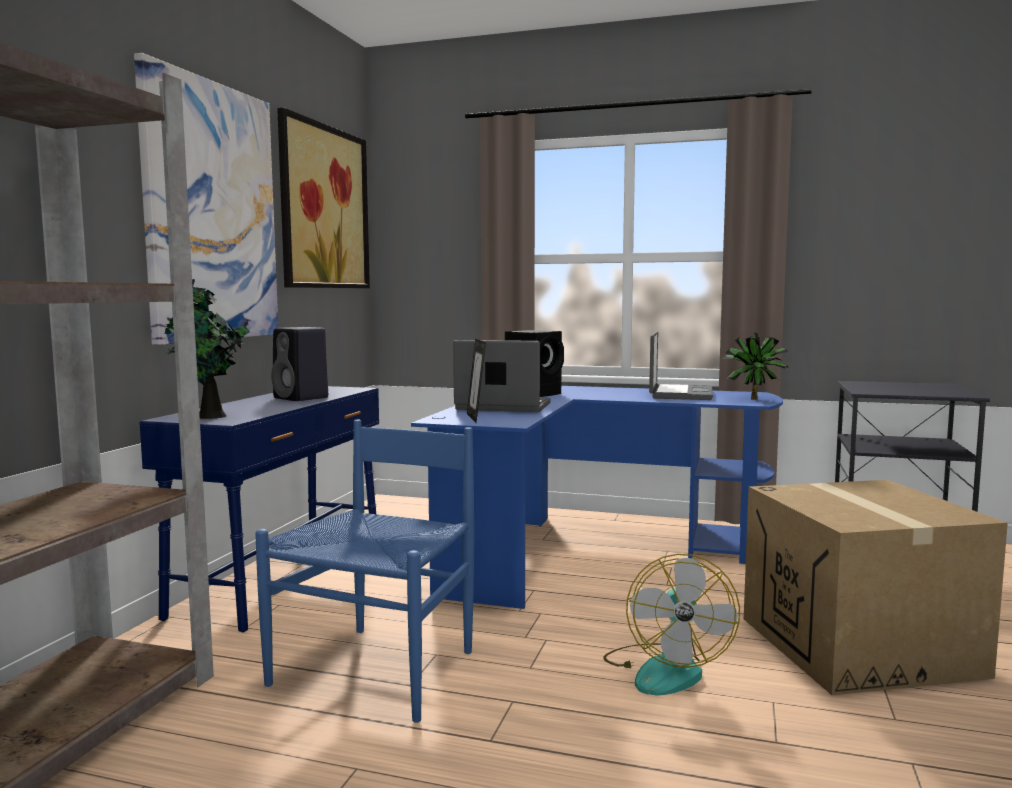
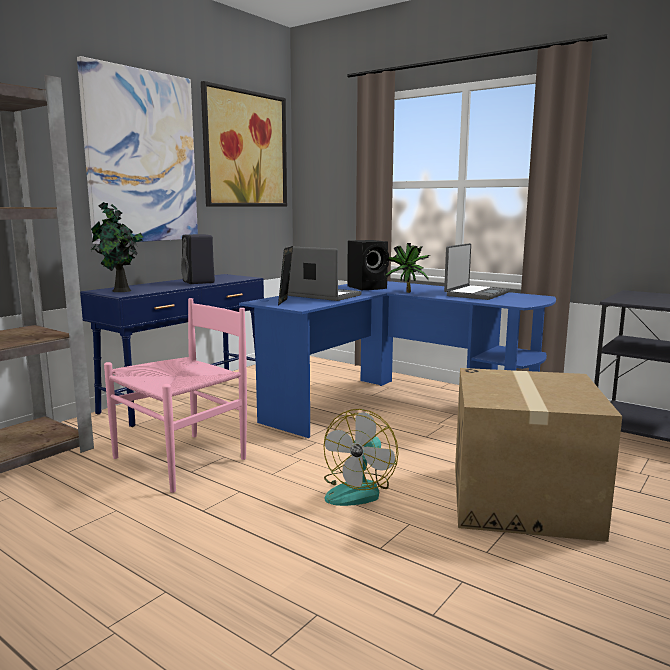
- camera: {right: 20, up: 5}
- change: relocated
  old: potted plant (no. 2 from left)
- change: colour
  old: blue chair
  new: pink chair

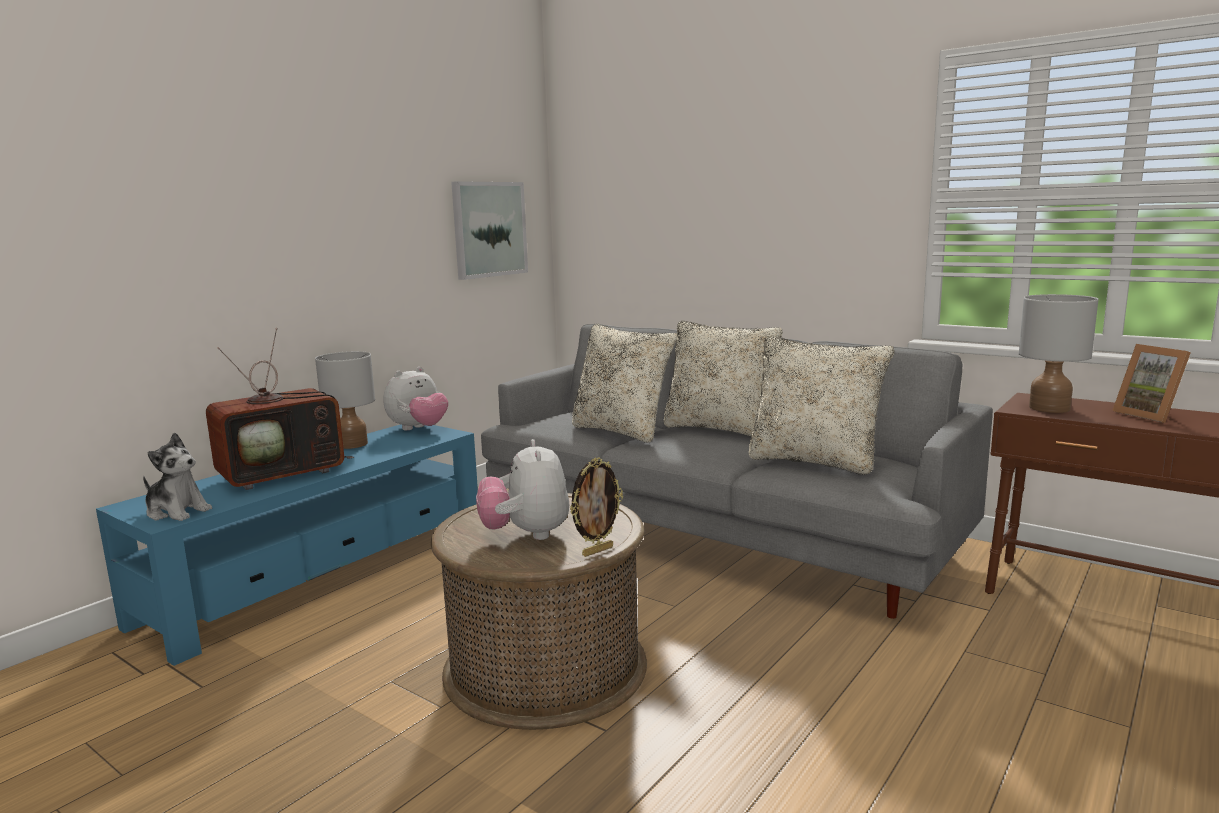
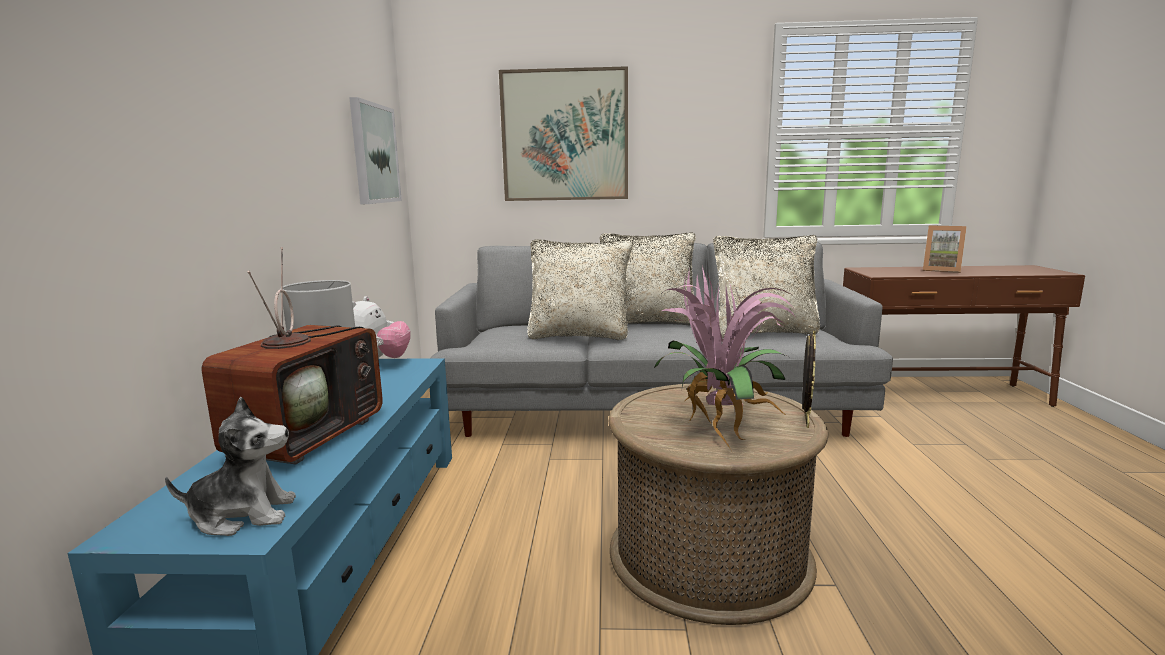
- camera: {right: -35, up: 0}
- change: missing
  old: grey table lamp (no. 2 from left)
- change: appeared
  new: picture (no. 2 from left)
- change: exchanged
  old: plush toy (no. 3 from left)
  new: potted plant

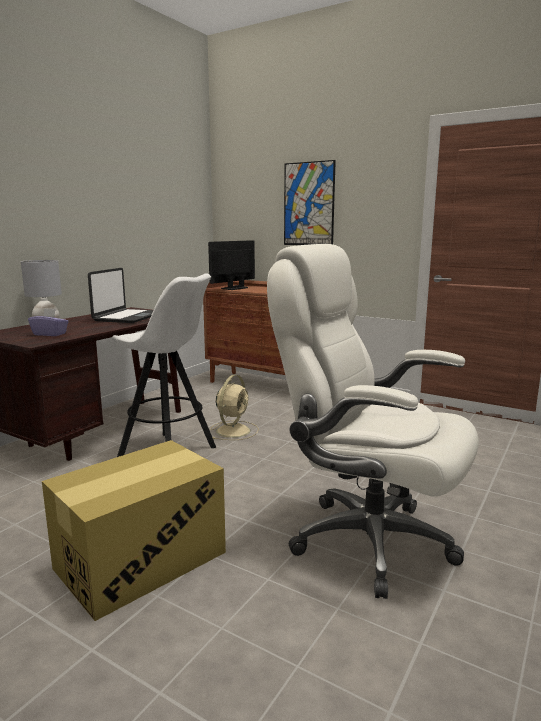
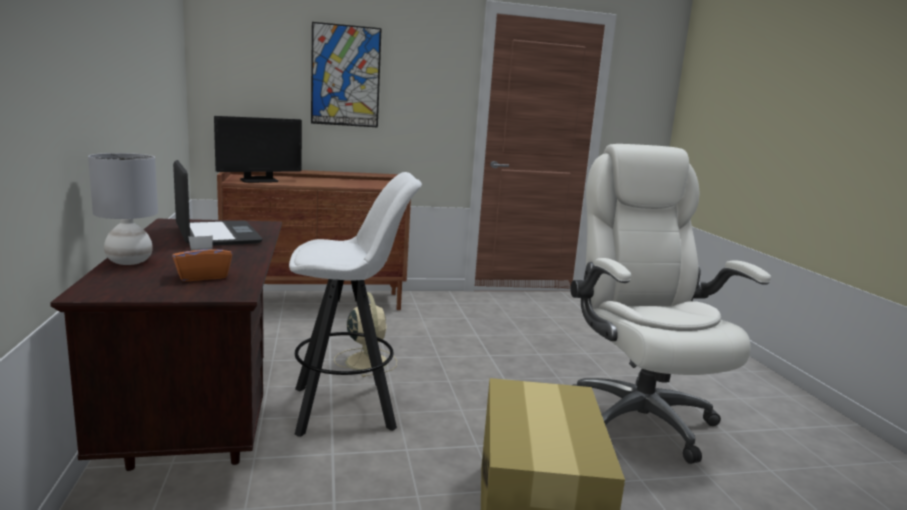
- camera: {right: -45, up: 0}
- change: colour
  old: purple tissue box
  new: orange tissue box
- change: spun
  old: monitor
  degrees: -120
- change: spun
  old: white office chair
  degrees: 90

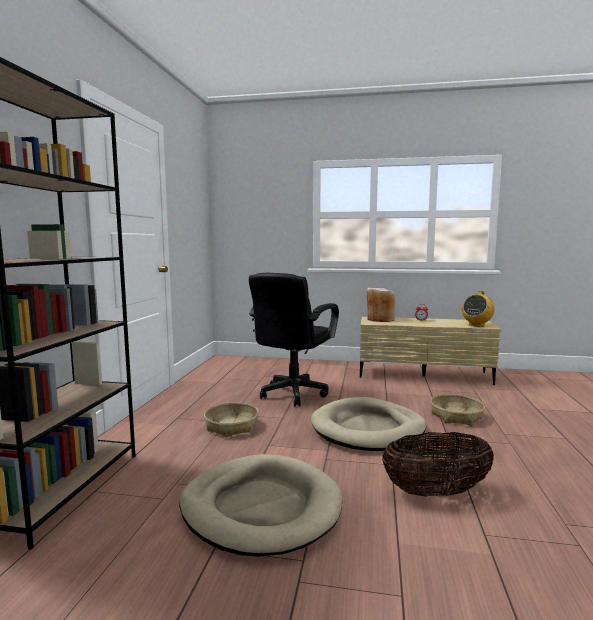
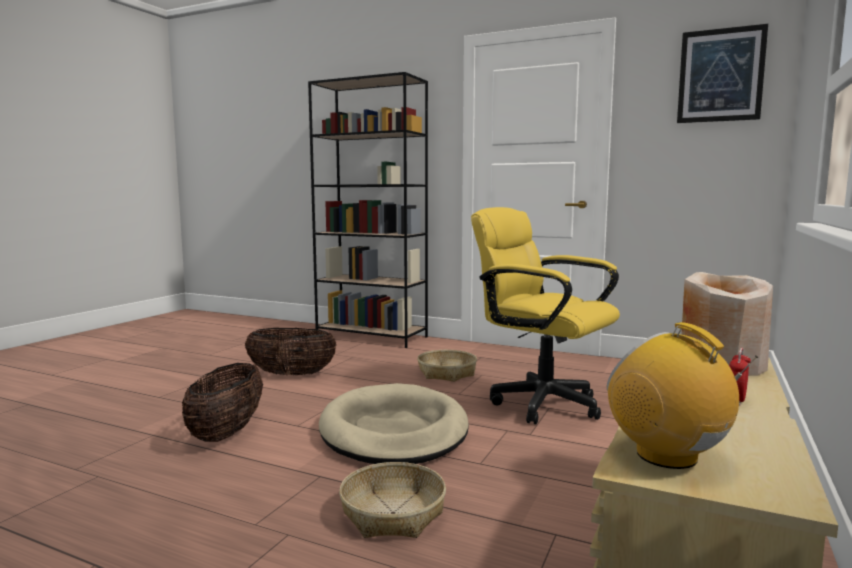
- camera: {right: 105, up: 0}
- change: appeared
  new: picture
- change: exchanged
  old: beige dog bed (no. 1 from left)
  new: basket (no. 2 from left)
- change: colour
  old: black office chair
  new: yellow office chair

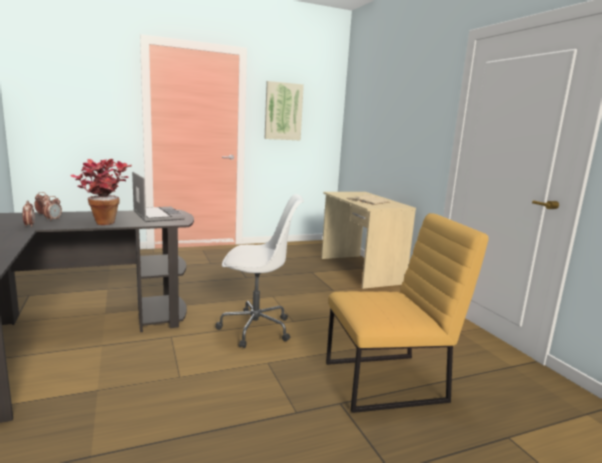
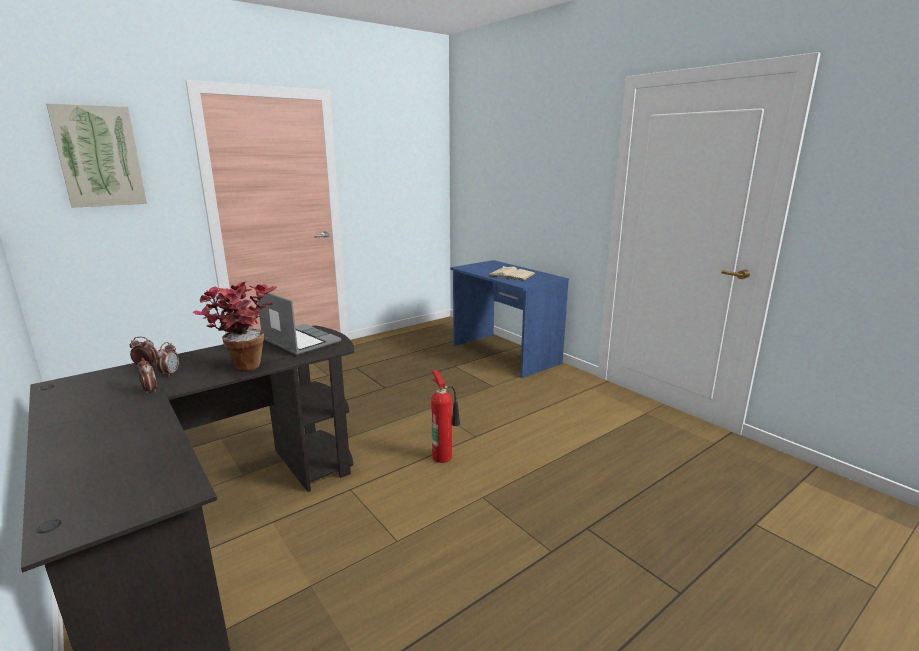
- camera: {right: -15, up: 5}
- change: missing
  old: yellow chair
- change: relocated
  old: picture
- change: exchanged
  old: white office chair
  new: fire extinguisher
- change: colour
  old: beige desk
  new: blue desk

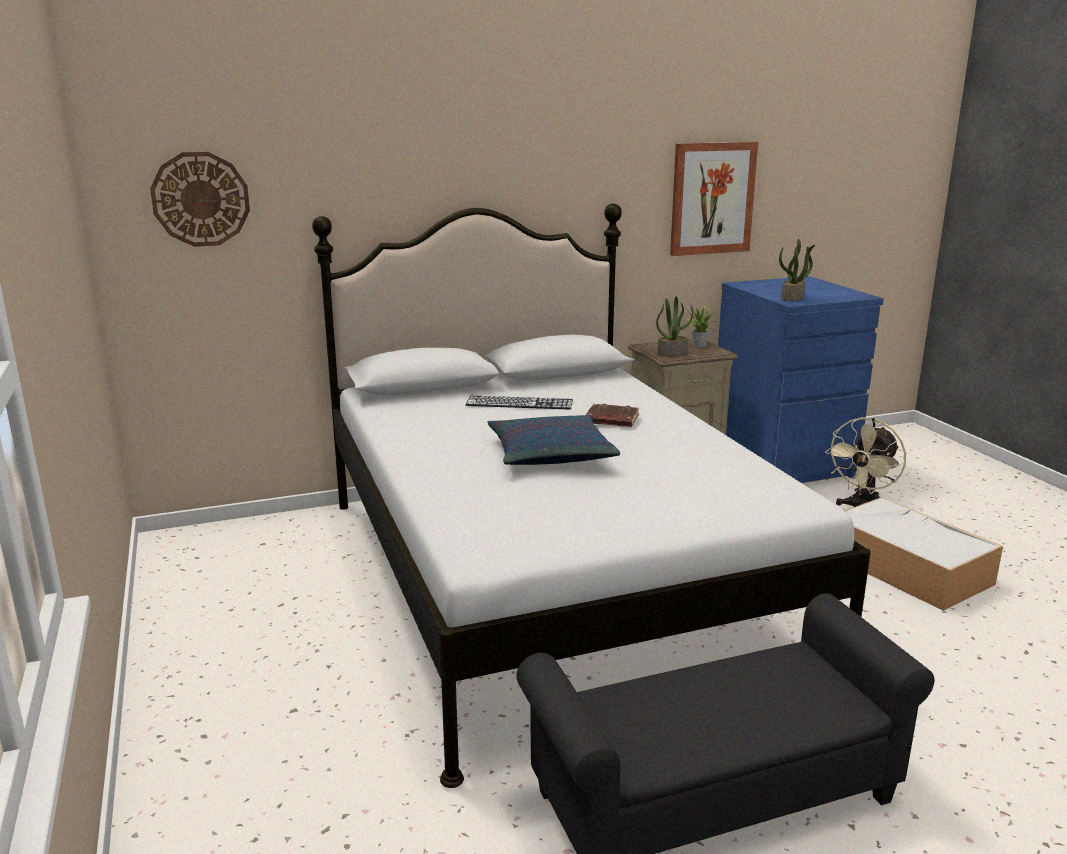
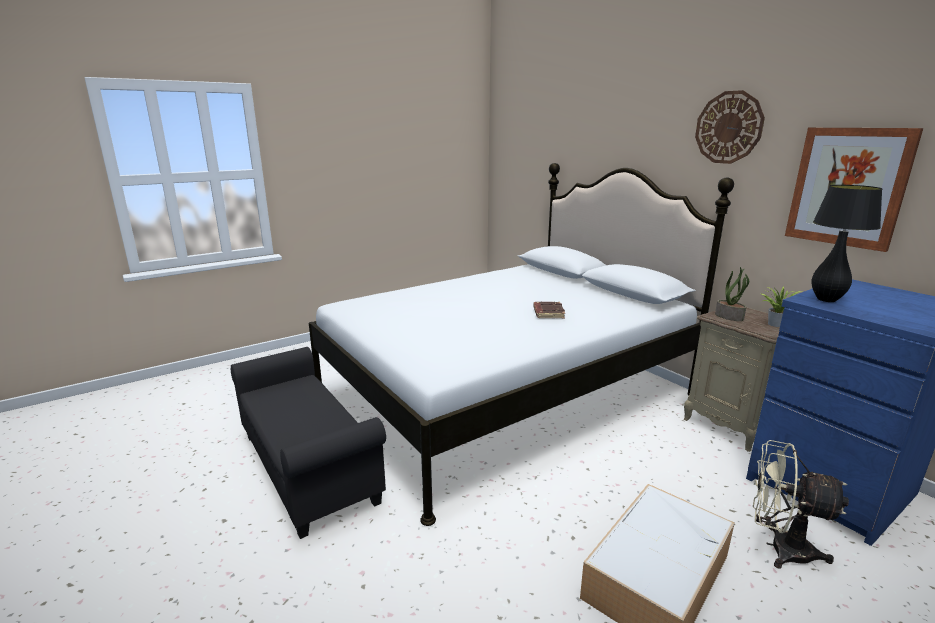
- camera: {right: 75, up: 0}
- change: missing
  old: keyboard
- change: missing
  old: blue pillow
- change: relocated
  old: wall clock
- change: exchanged
  old: potted plant (no. 3 from left)
  new: black table lamp

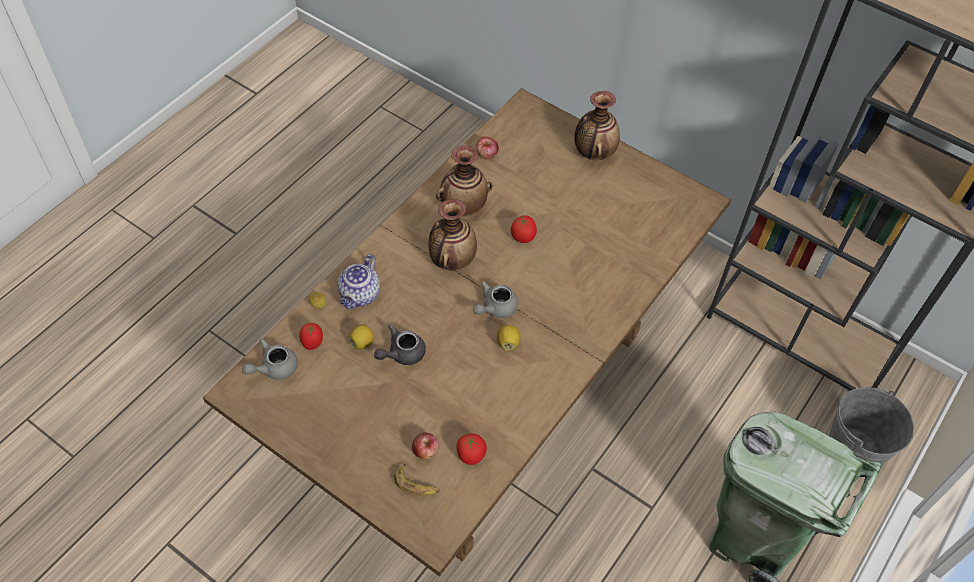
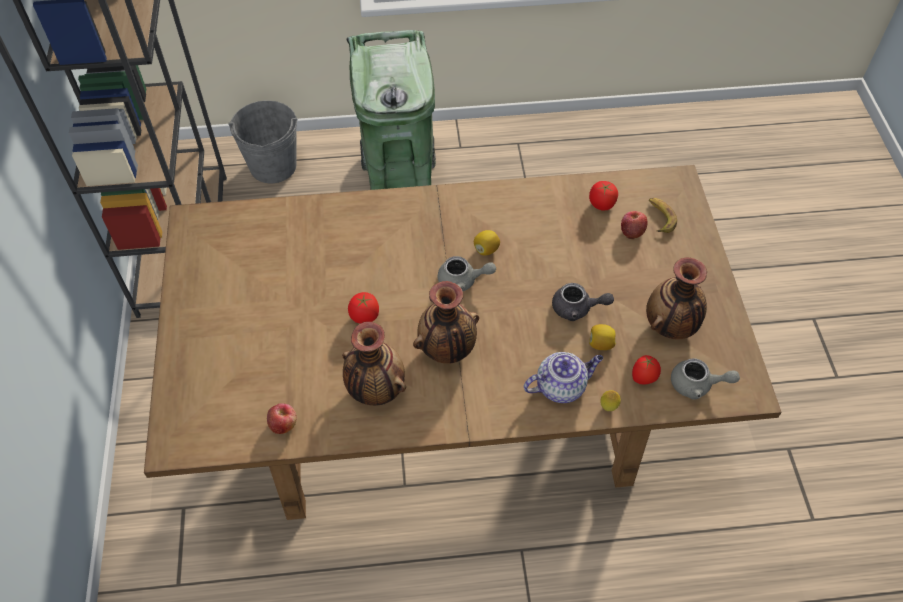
- camera: {right: -130, up: 0}
- change: relocated
  old: vase (no. 3 from left)

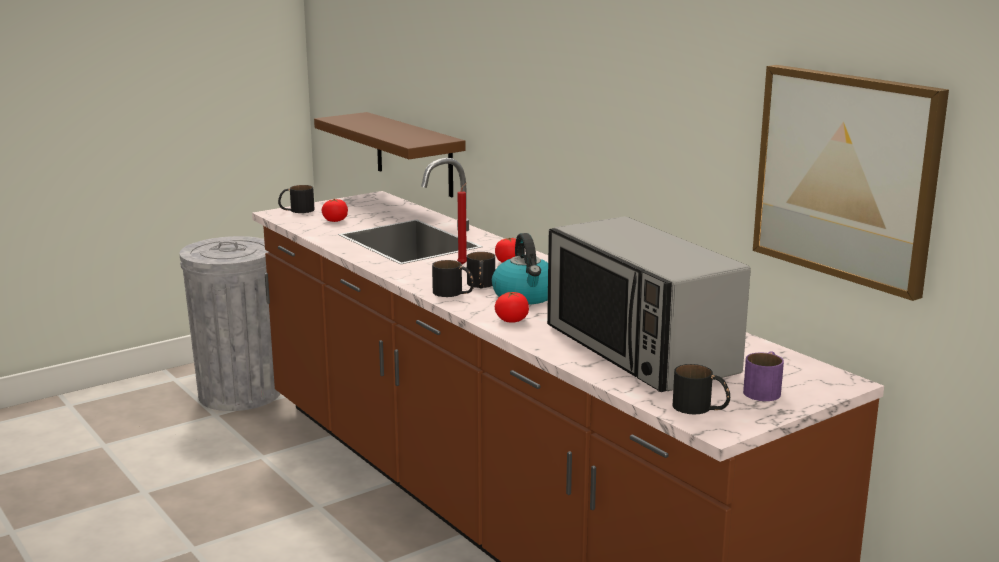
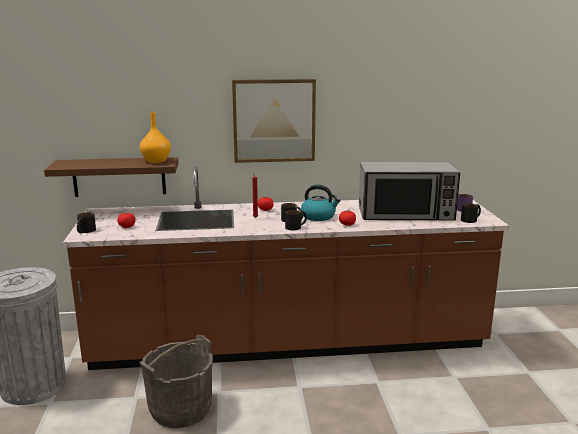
- camera: {right: -60, up: 0}
- change: appeared
  new: grey bucket
- change: appeared
  new: orange vase
- change: relocated
  old: picture

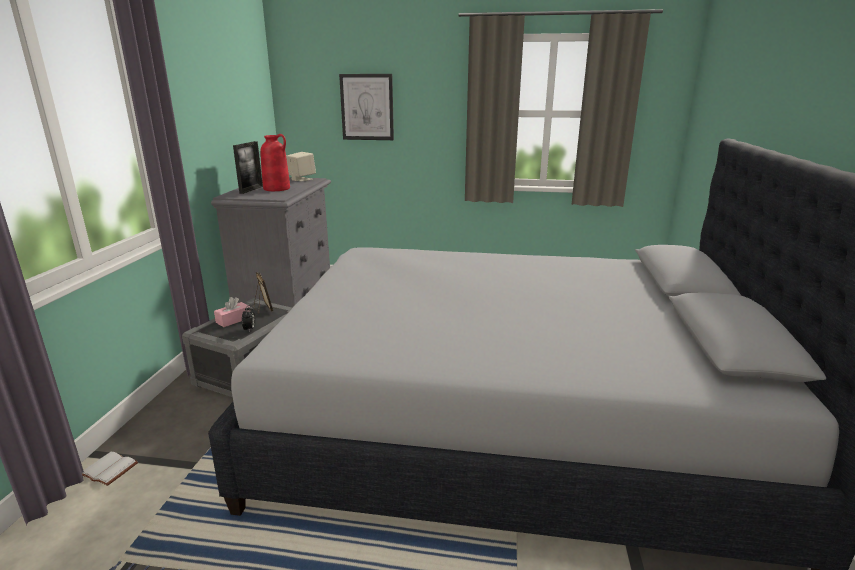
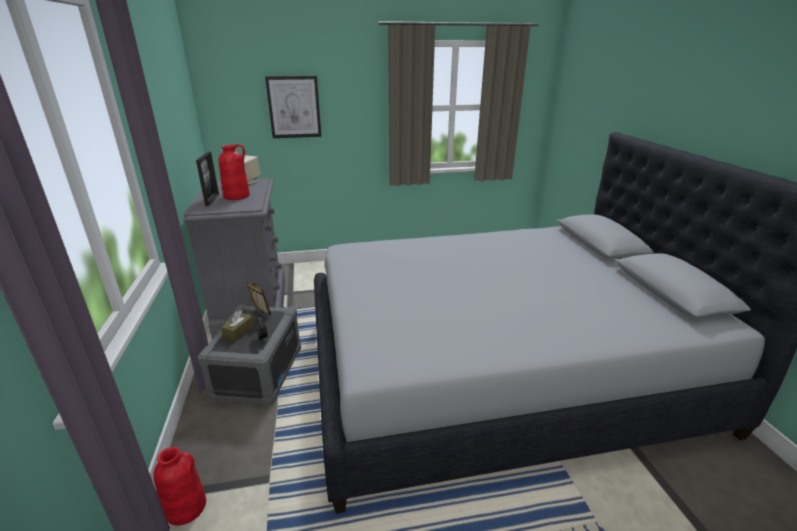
- camera: {right: -20, up: 5}
- change: exchanged
  old: white book
  new: red vase (no. 1 from left)
- change: colour
  old: pink tissue box
  new: brown tissue box

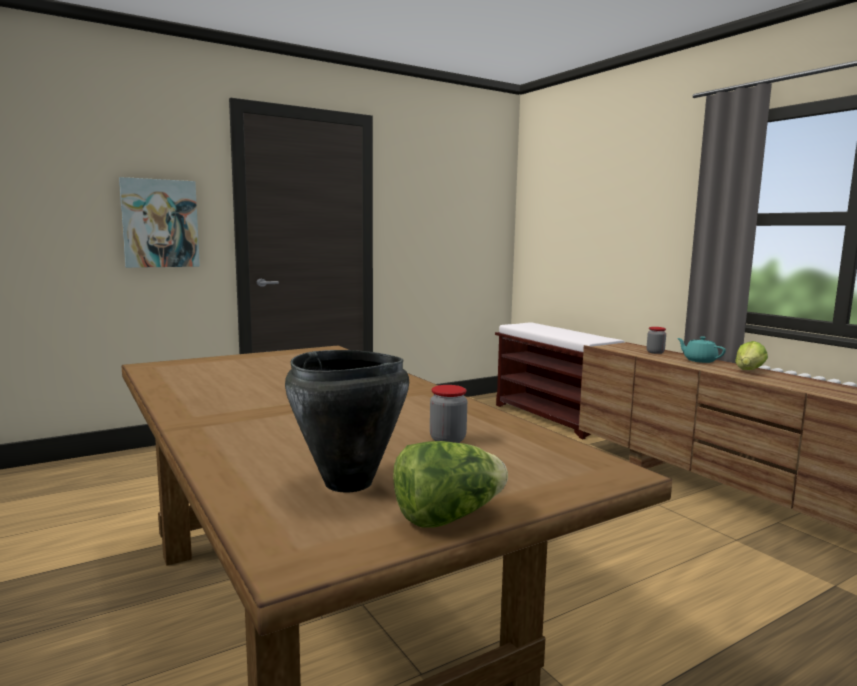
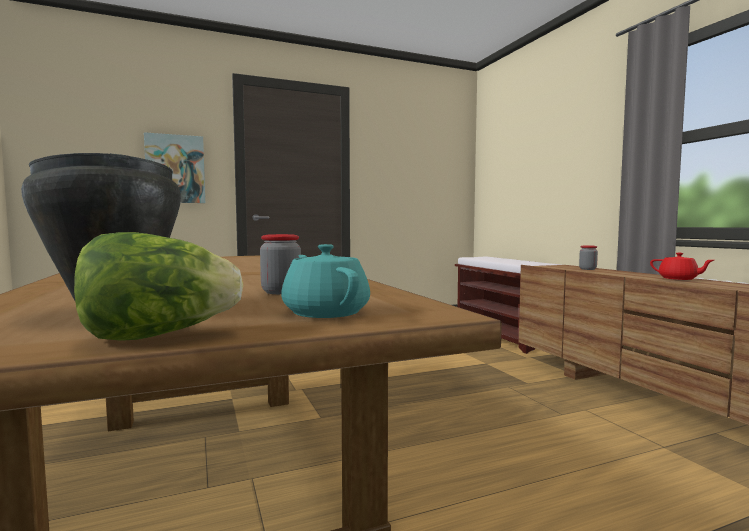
- camera: {right: 10, up: -5}
- change: relocated
  old: turquoise teapot
- change: exchanged
  old: lettuce (no. 2 from left)
  new: red teapot

